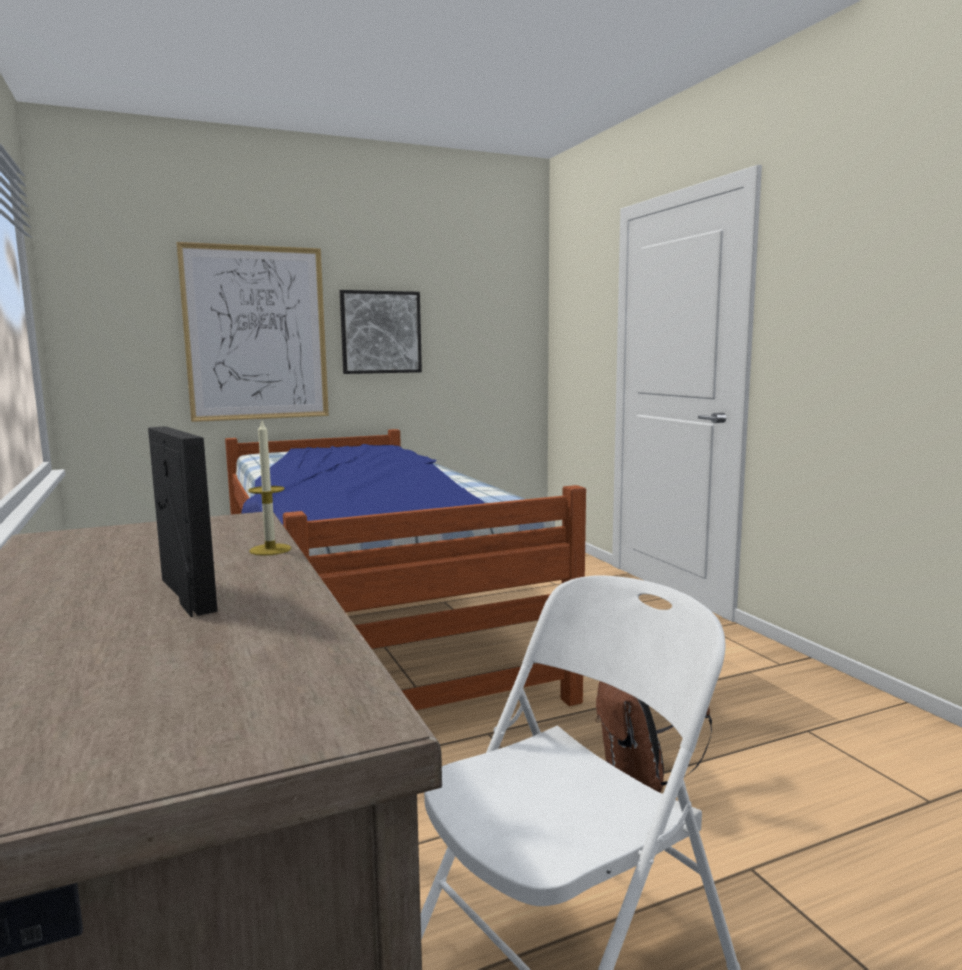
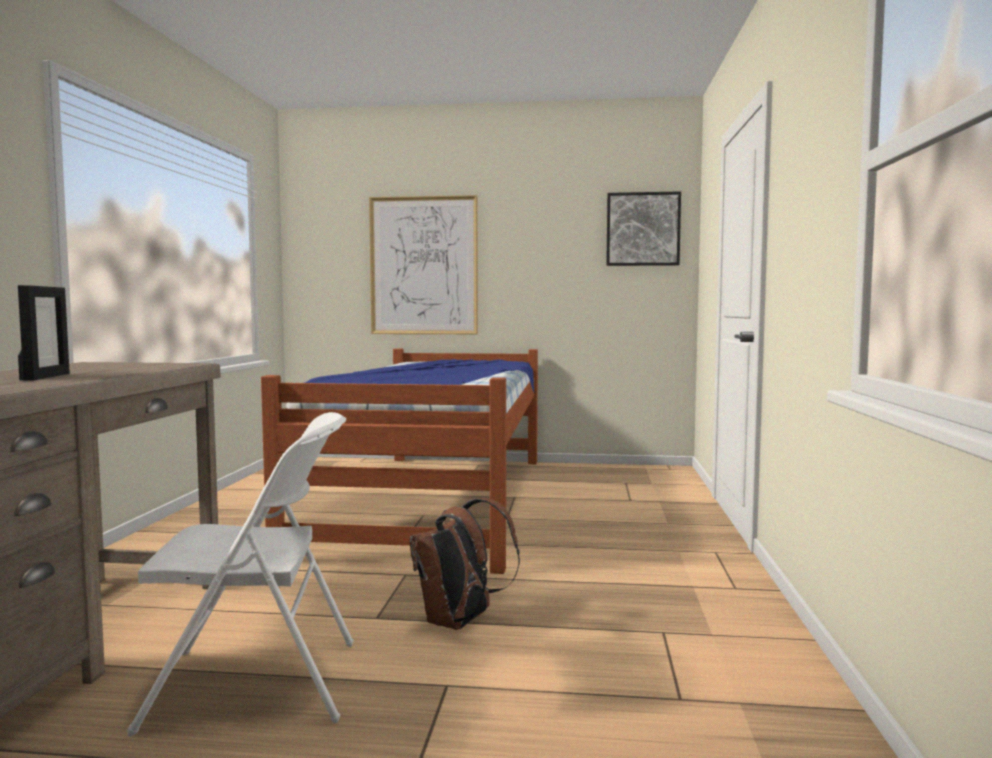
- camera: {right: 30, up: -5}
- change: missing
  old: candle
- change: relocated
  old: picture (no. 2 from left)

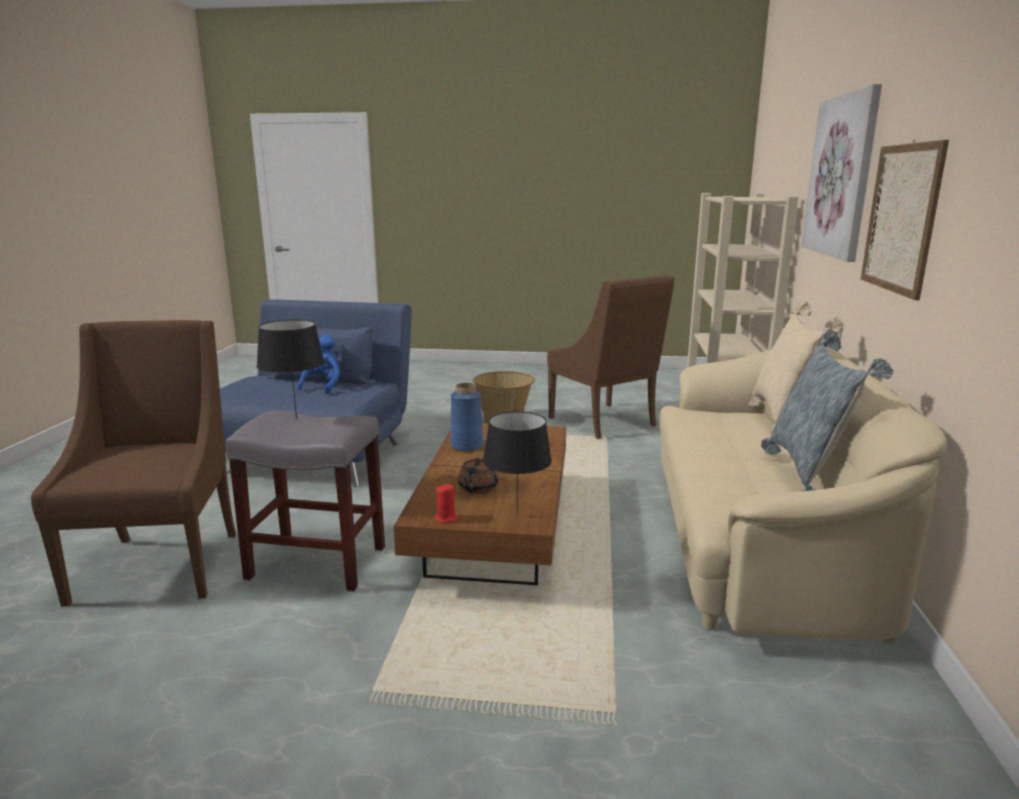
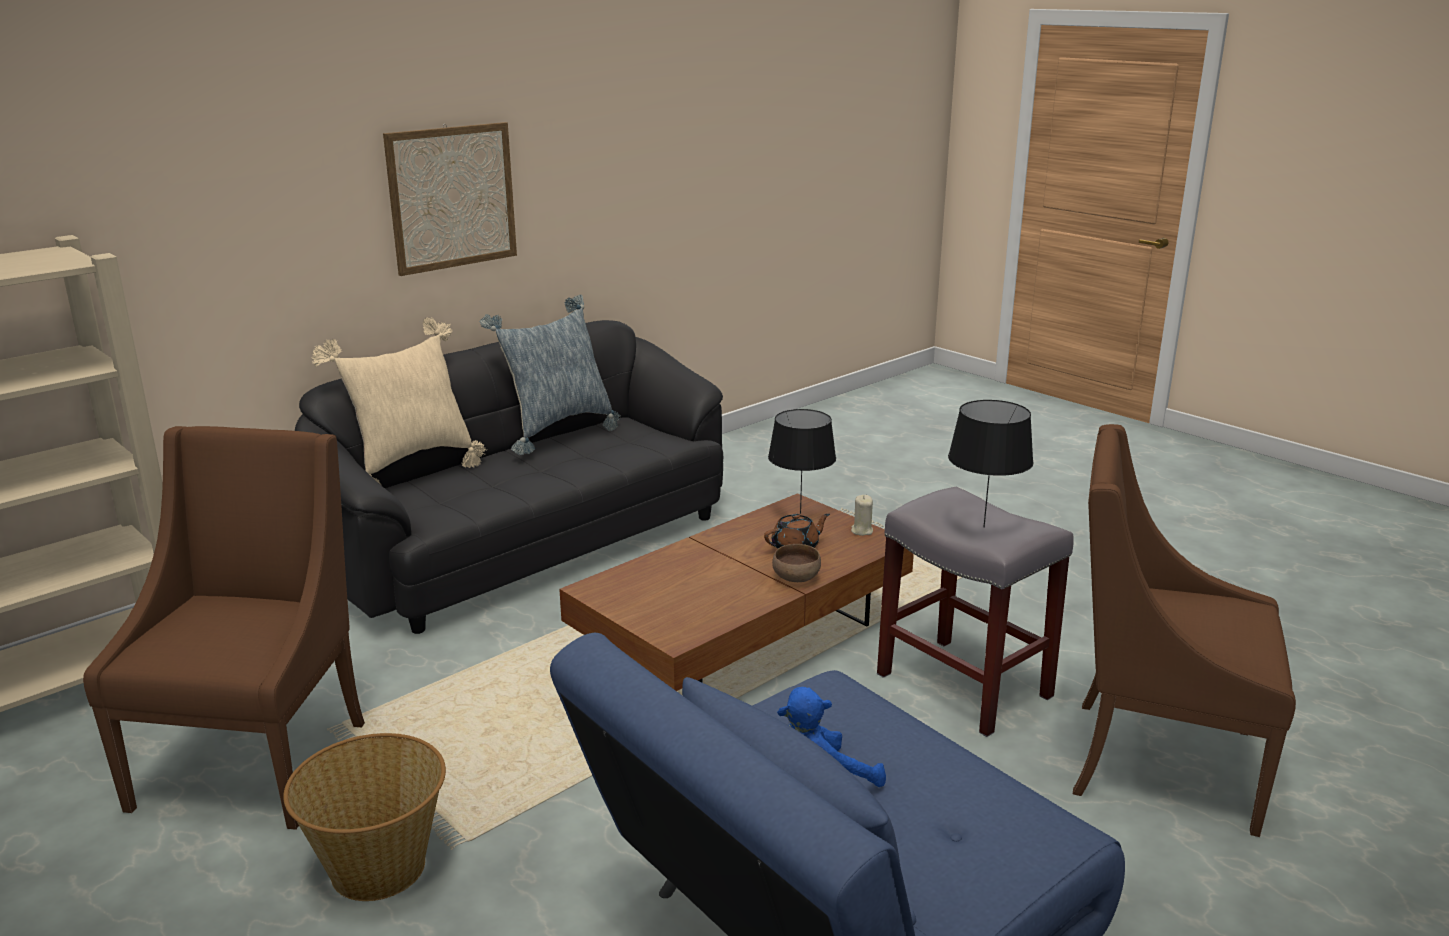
- camera: {right: -140, up: 5}
- change: missing
  old: blue vase
- change: missing
  old: picture (no. 1 from left)
- change: appeared
  new: brown bowl
- change: colour
  old: red candle
  new: beige candle
- change: colour
  old: beige sofa
  new: black sofa
- change: spun
  old: brown armchair (no. 1 from left in the first image)
  degrees: 75

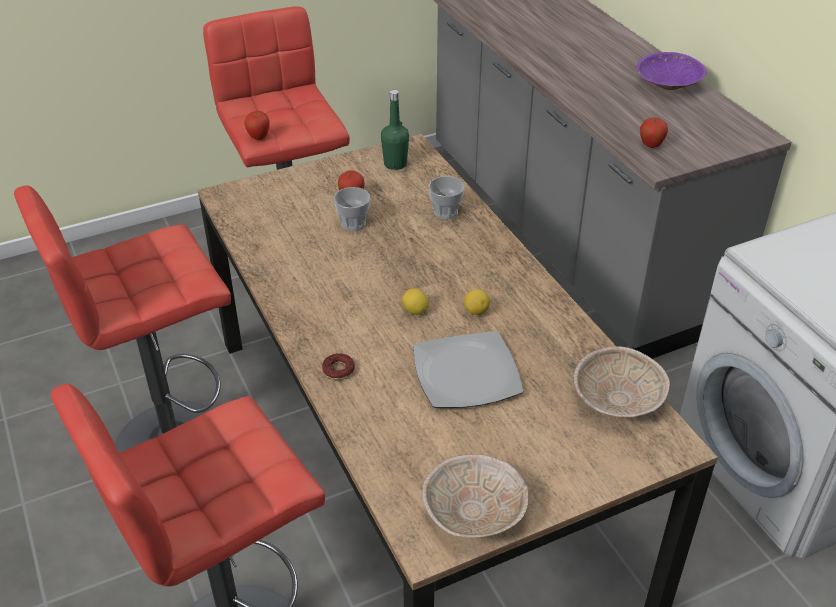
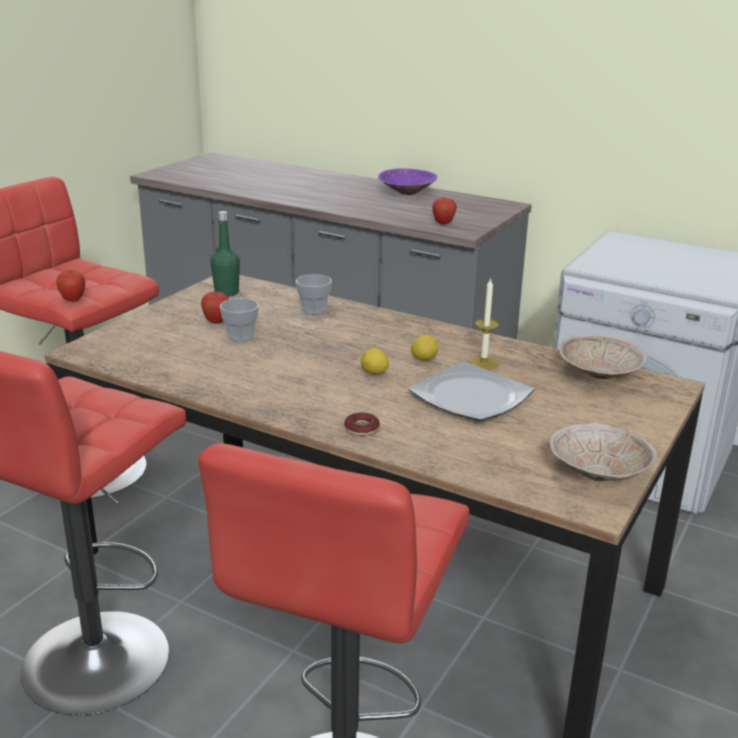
- camera: {right: -35, up: -15}
- change: appeared
  new: candle

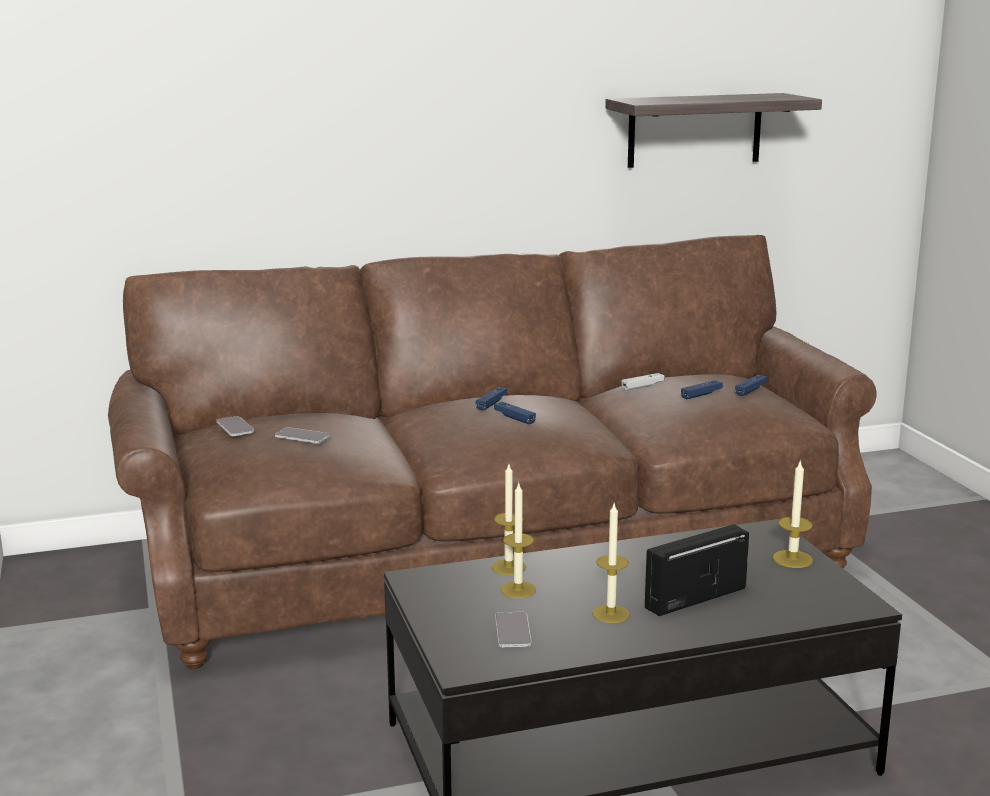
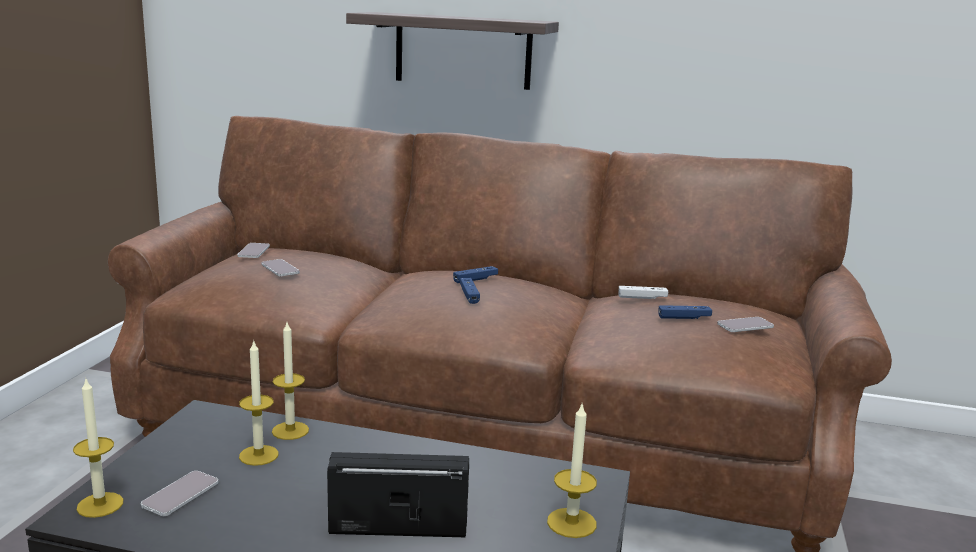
- camera: {right: 30, up: 0}
- change: relocated
  old: candle (no. 3 from left in the first image)
  new: candle (no. 1 from left)
- change: relocated
  old: shelf
- change: exchanged
  old: blue game controller (no. 4 from left)
  new: phone (no. 4 from left)

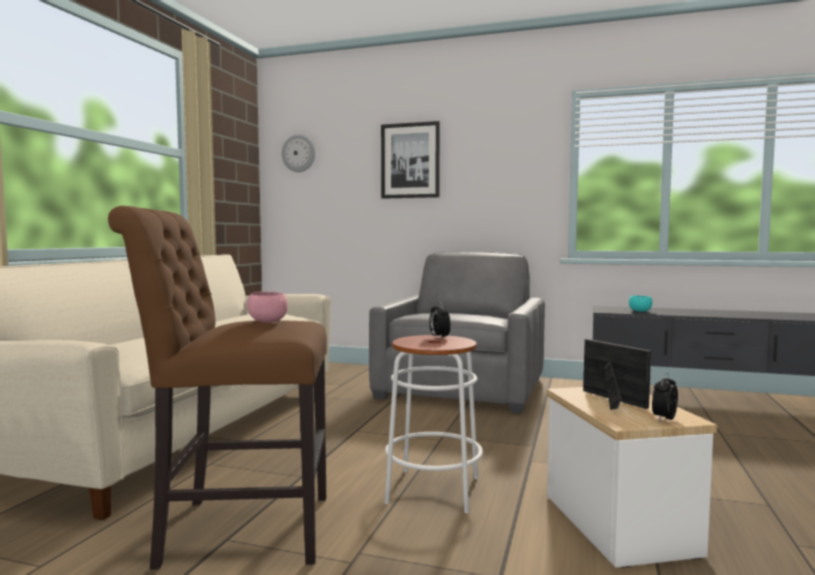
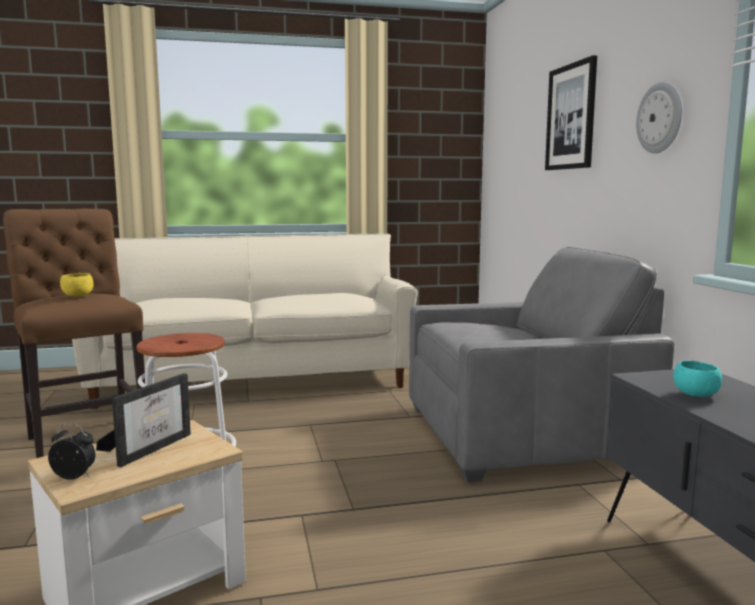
- camera: {right: 60, up: 5}
- change: missing
  old: alarm clock (no. 1 from left)
- change: relocated
  old: wall clock
- change: colour
  old: pink bowl
  new: yellow bowl

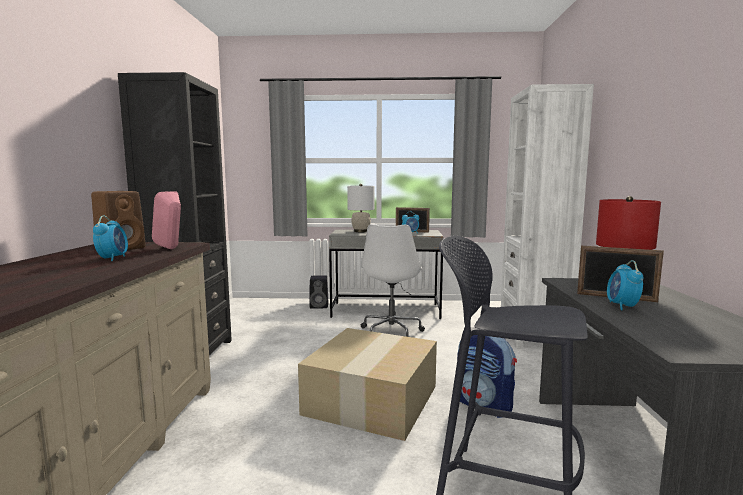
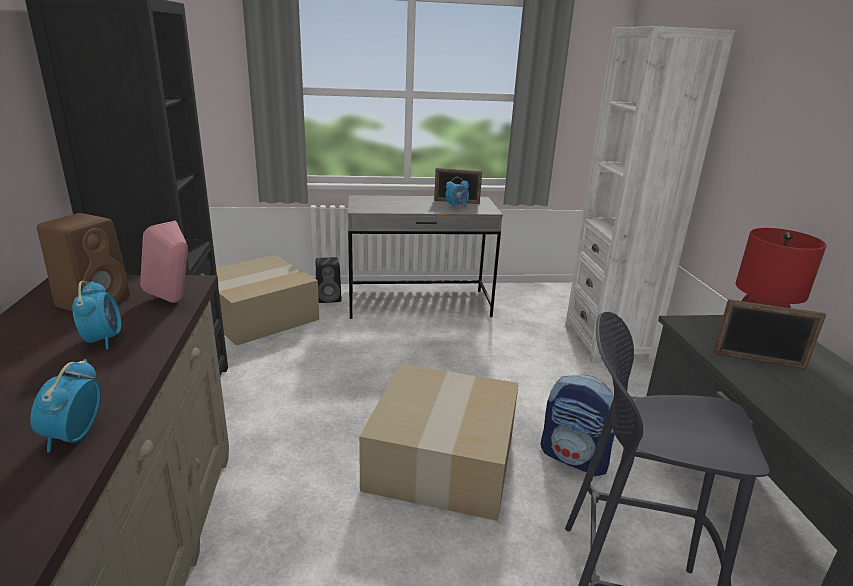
- camera: {right: -10, up: 15}
- change: missing
  old: white table lamp
- change: missing
  old: white office chair
- change: appeared
  new: cardboard box (no. 1 from left)
- change: relocated
  old: alarm clock (no. 3 from left in the first image)
  new: alarm clock (no. 1 from left)

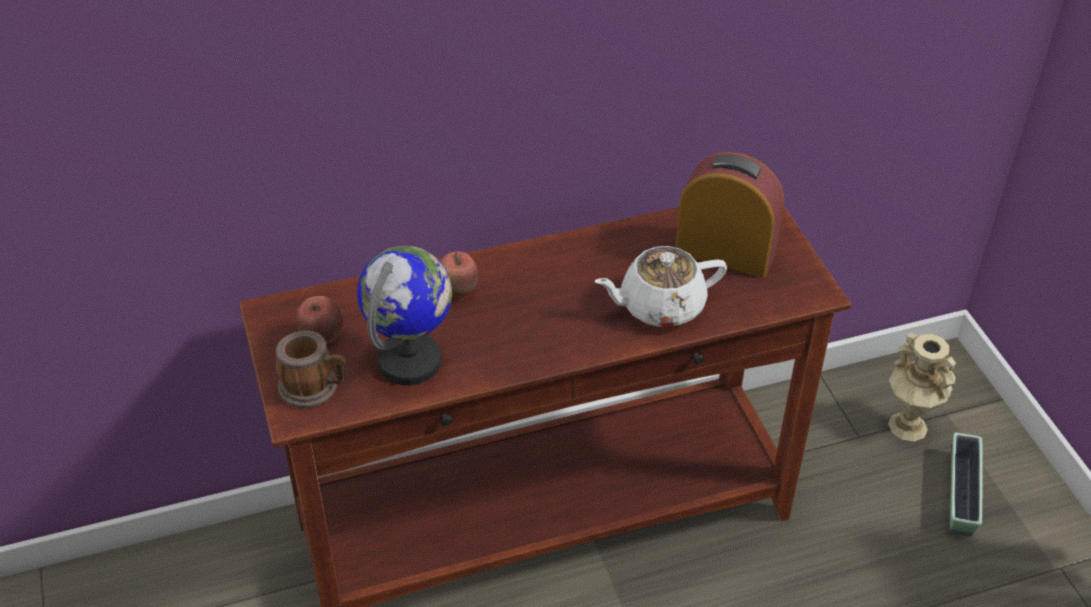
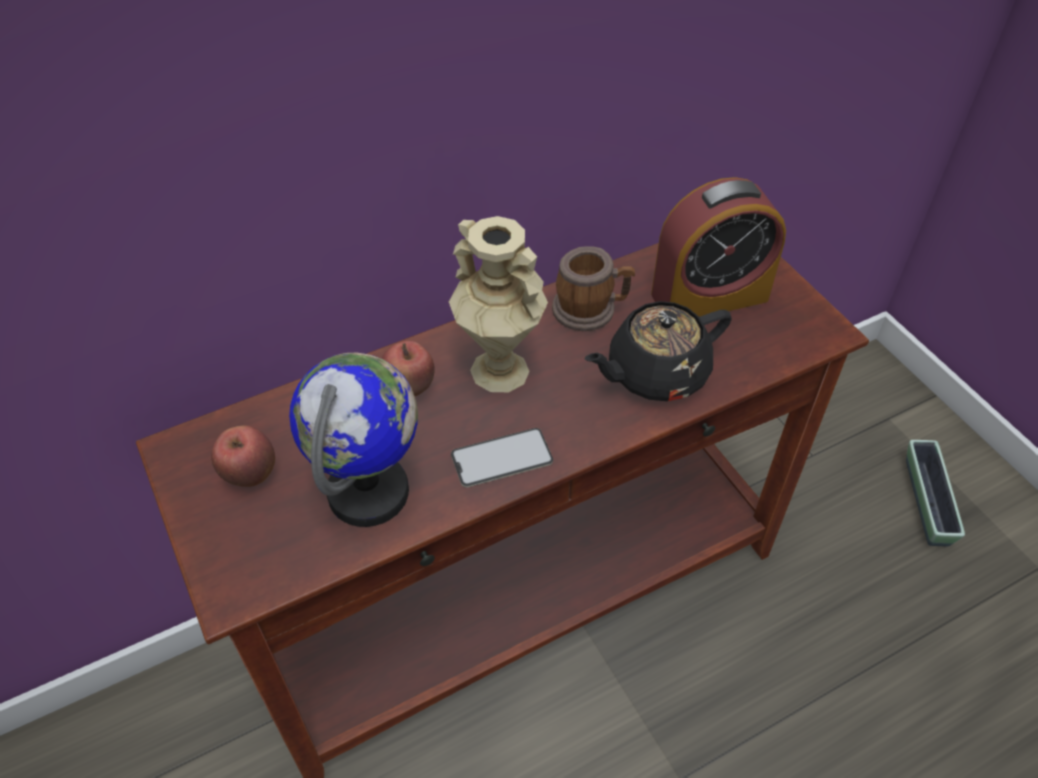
- camera: {right: -10, up: 5}
- change: appeared
  new: phone
- change: relocated
  old: mug
- change: relocated
  old: beige vase
- change: colour
  old: white teapot
  new: black teapot
- change: spun
  old: alarm clock
  degrees: 150

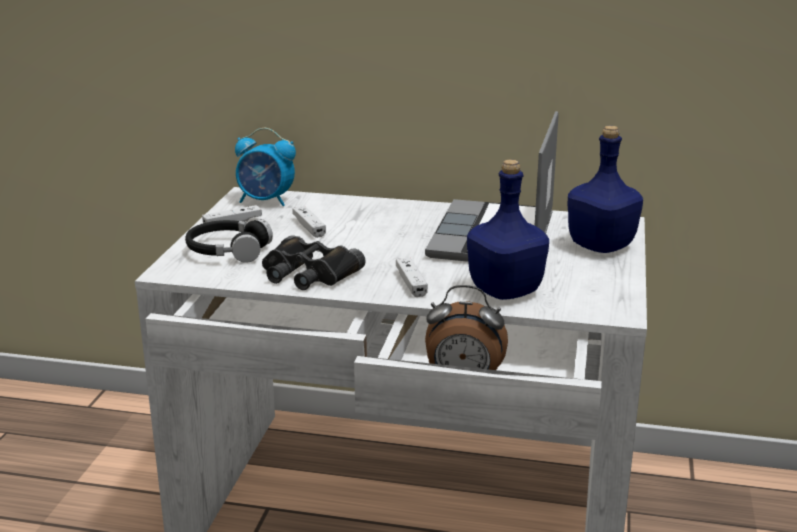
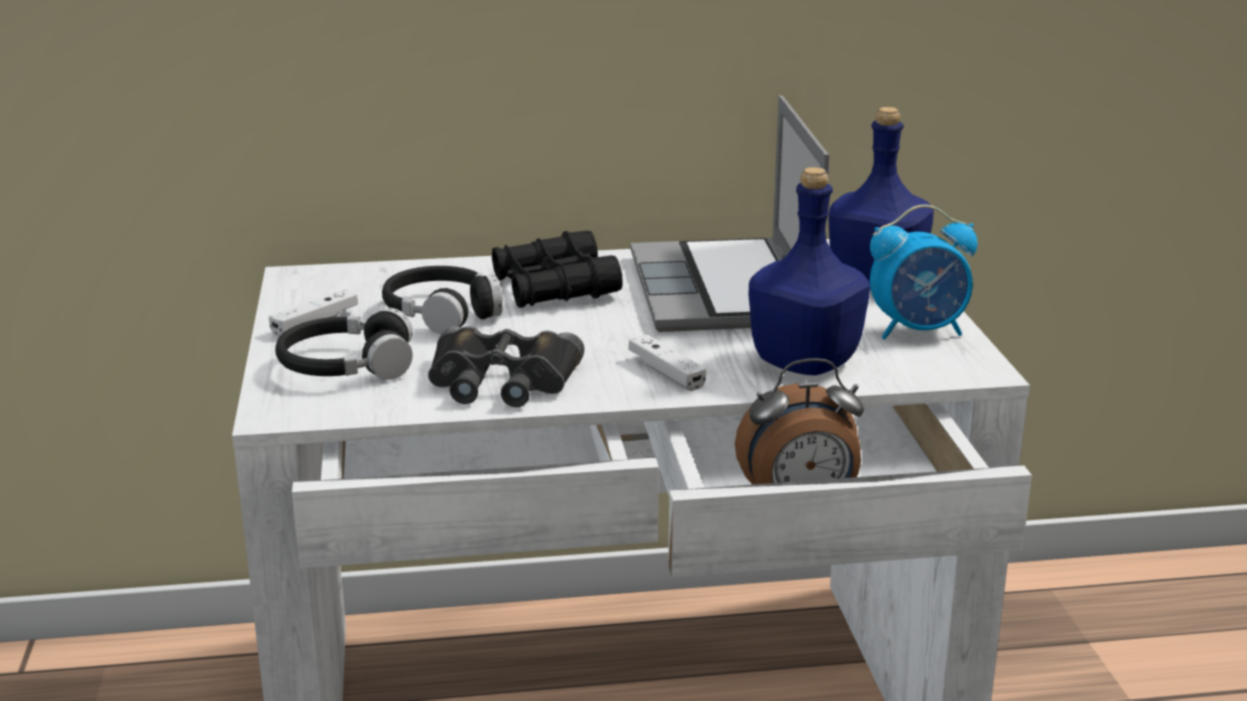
- camera: {right: -20, up: 0}
- change: appeared
  new: black binoculars (no. 2 from left)
- change: relocated
  old: alarm clock (no. 1 from left in the first image)
  new: alarm clock (no. 2 from left)
- change: exchanged
  old: white game controller (no. 2 from left)
  new: black headphones (no. 2 from left)

